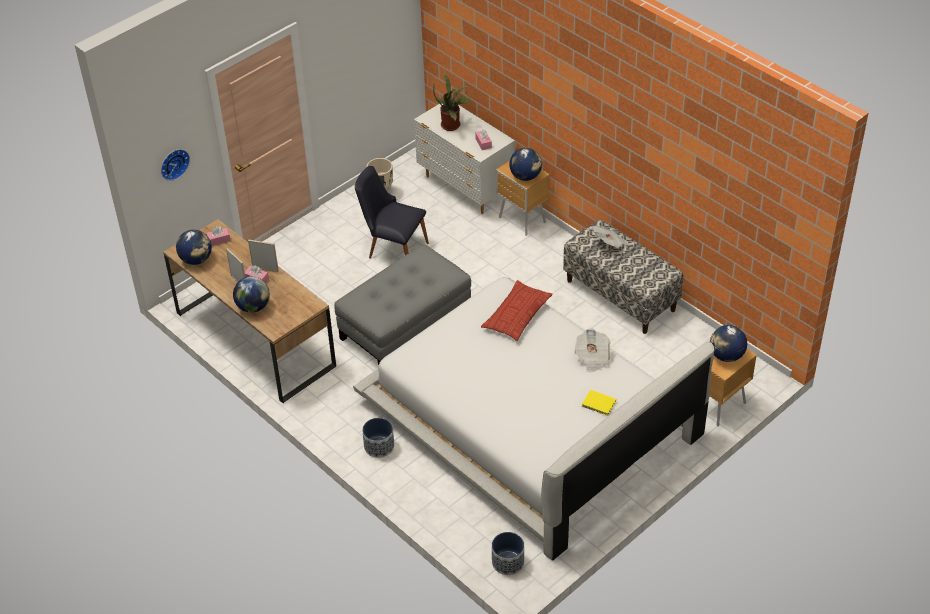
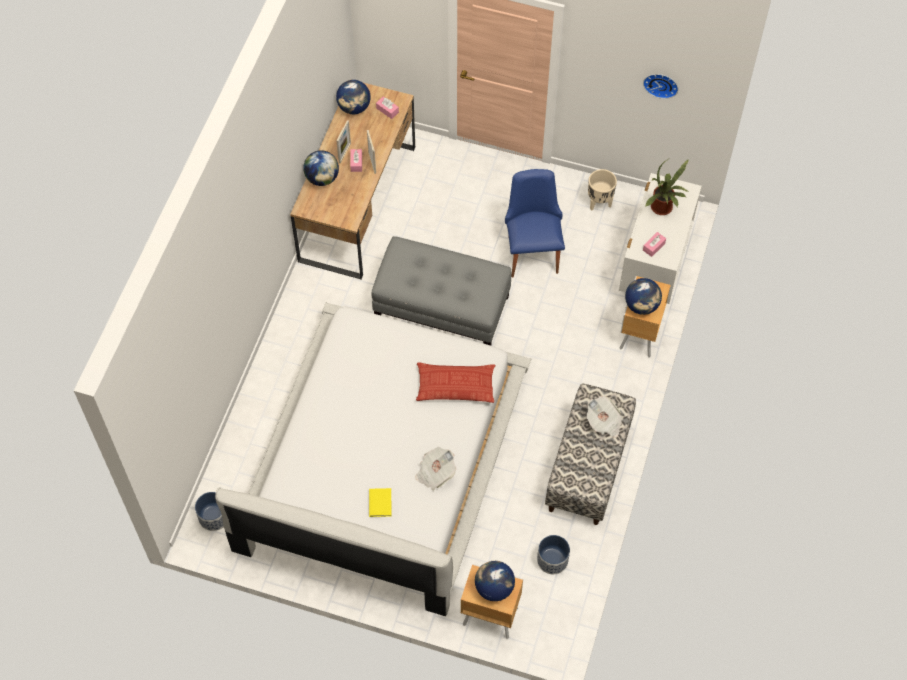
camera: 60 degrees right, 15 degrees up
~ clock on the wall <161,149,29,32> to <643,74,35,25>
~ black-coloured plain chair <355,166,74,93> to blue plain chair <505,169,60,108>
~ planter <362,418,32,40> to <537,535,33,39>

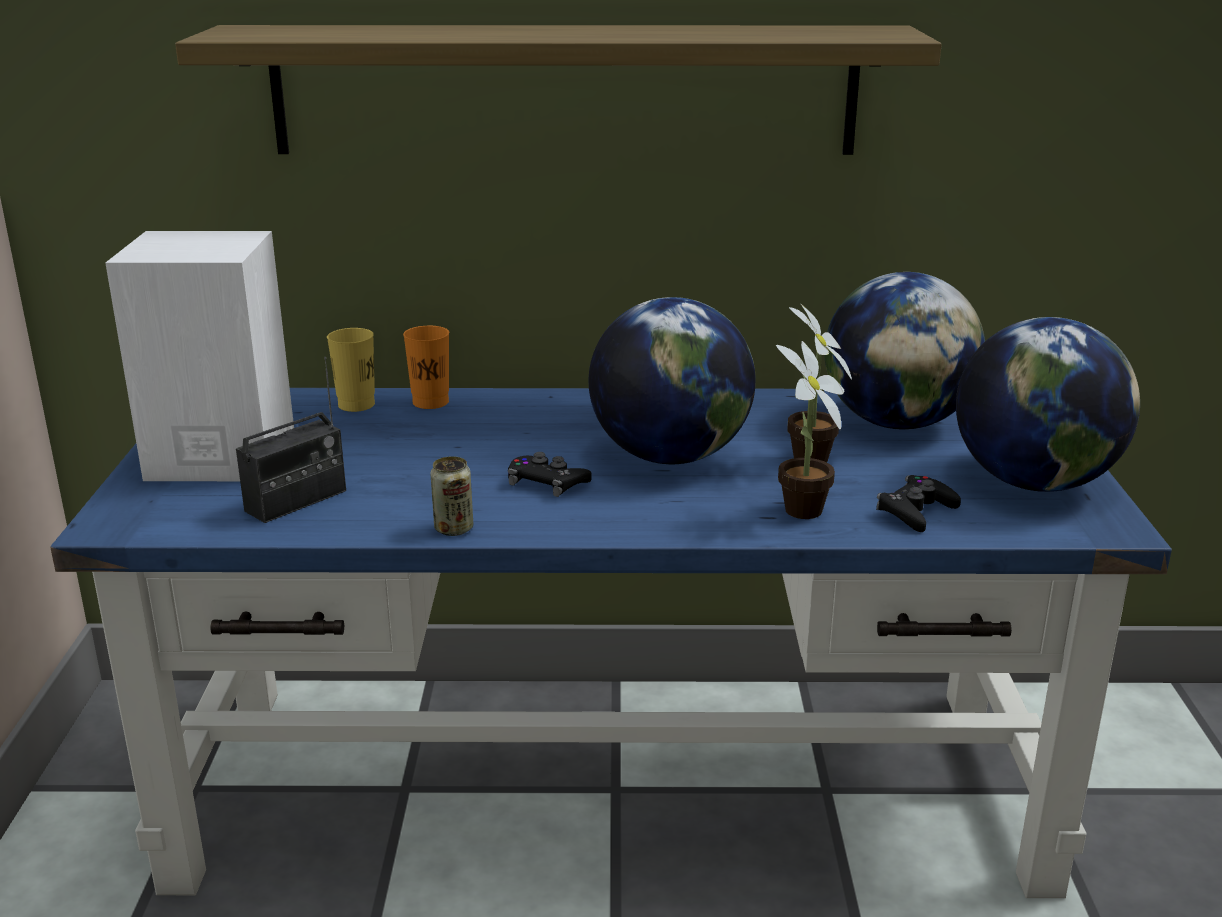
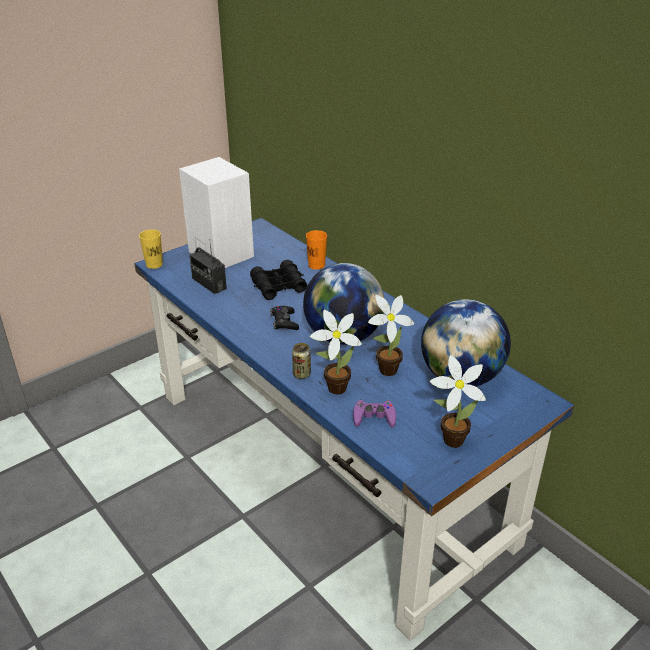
camera: 50 degrees right, 10 degrees up
- bracket shelf <175,25,767,130>
~ world globe <956,317,184,175> to potted plant <430,355,56,93>
~ yellow-coloured drinking cup <327,328,48,84> to <139,230,24,39>
~ radio receiver <236,357,110,166> = <189,244,38,50> 45 degrees clockwise
~ sealed can <431,456,42,80> to <292,343,19,36>
~ black-coloured game controller <876,475,85,57> to purplish game controller <353,399,43,29>
+ black-coloured field glasses <250,260,57,40>

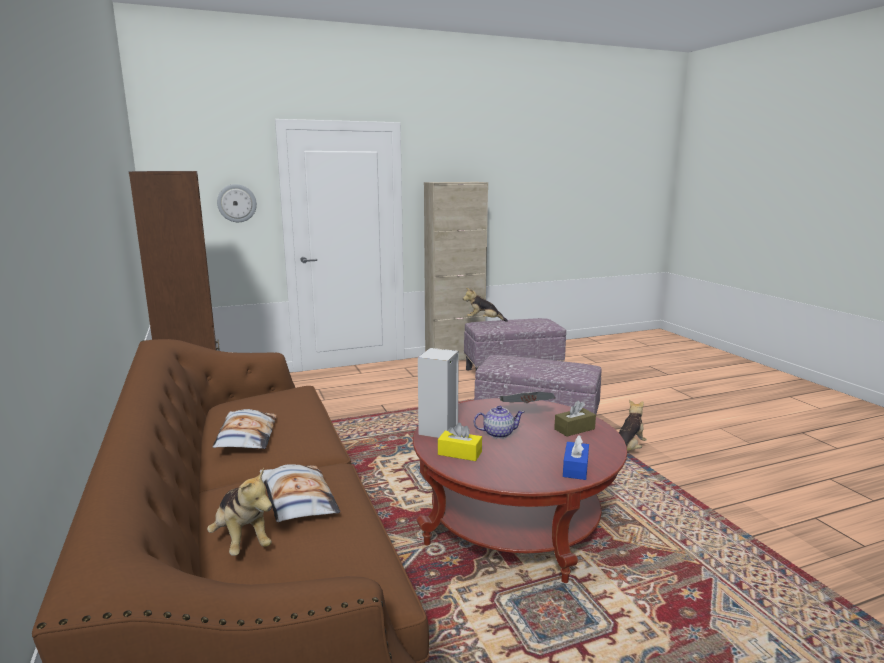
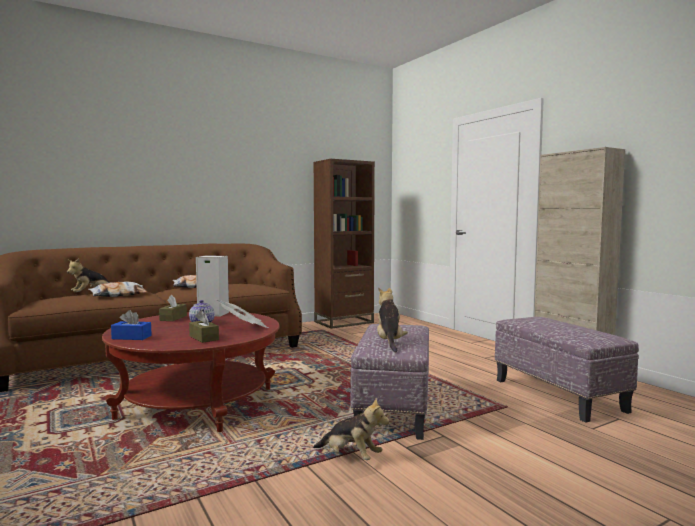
camera: 80 degrees right, 10 degrees down
- clock on the wall <217,184,40,38>
~ cuddly toy <463,288,45,34> to <377,287,31,65>
~ yellow-coloured tissue holder <438,422,44,39> to brown tissue holder <159,295,28,26>

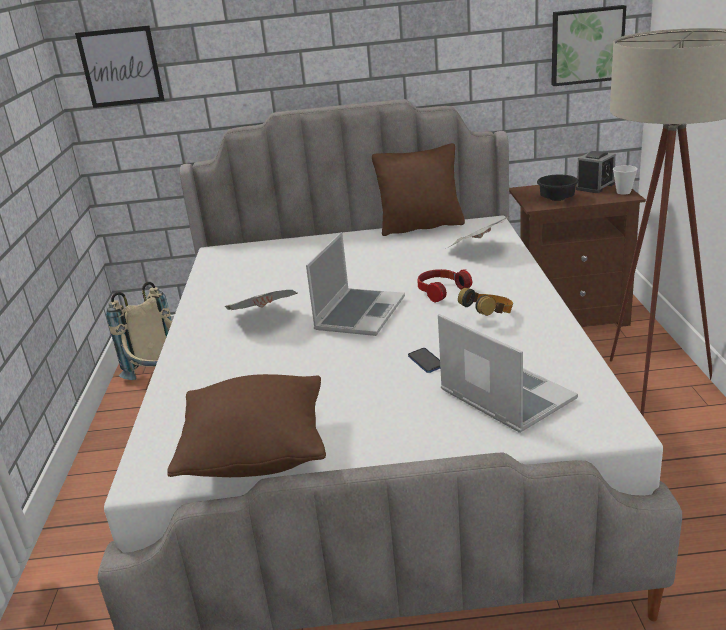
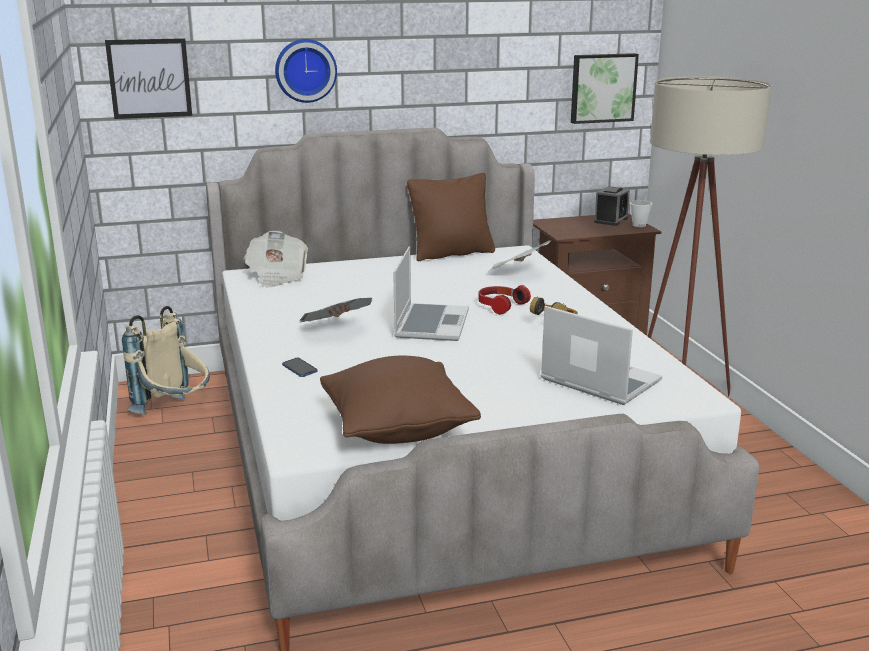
camera: 15 degrees left, 5 degrees down
- black-coloured bowl <537,175,42,26>
~ telephone <408,348,32,25> to <282,358,35,19>
+ clock on the wall <275,39,62,64>
+ printed paper <244,231,64,56>

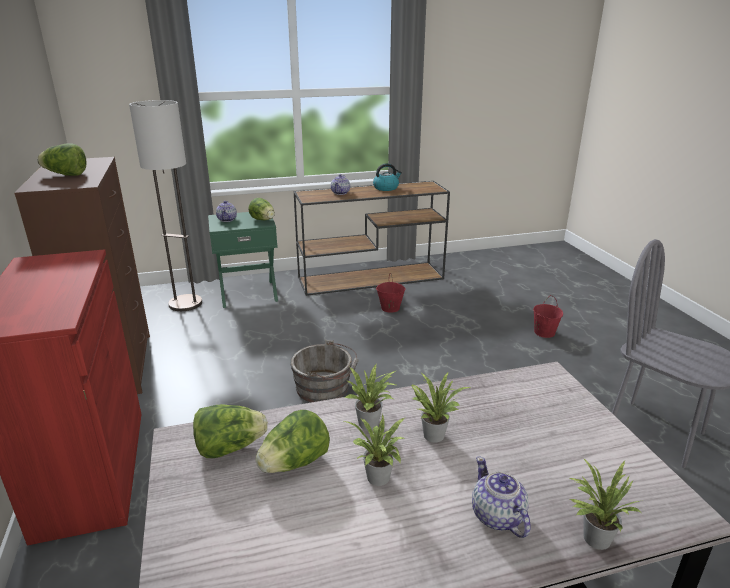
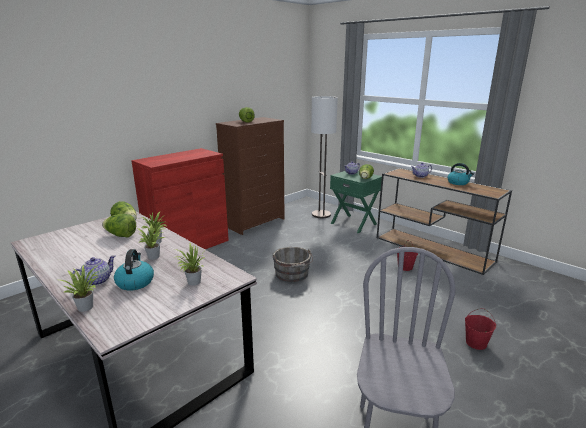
camera: 60 degrees right, 5 degrees down
~ potted plant <344,413,61,73> to <175,243,31,43>
+ tea kettle <114,249,40,42>

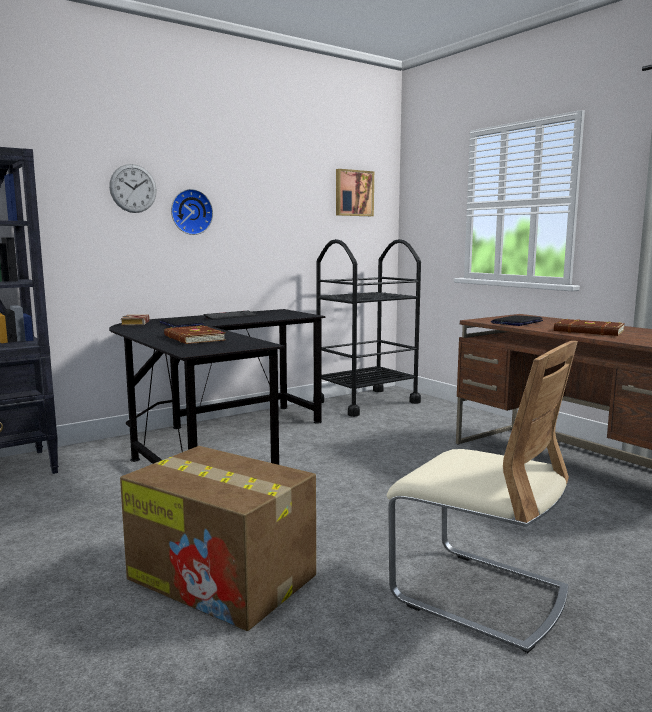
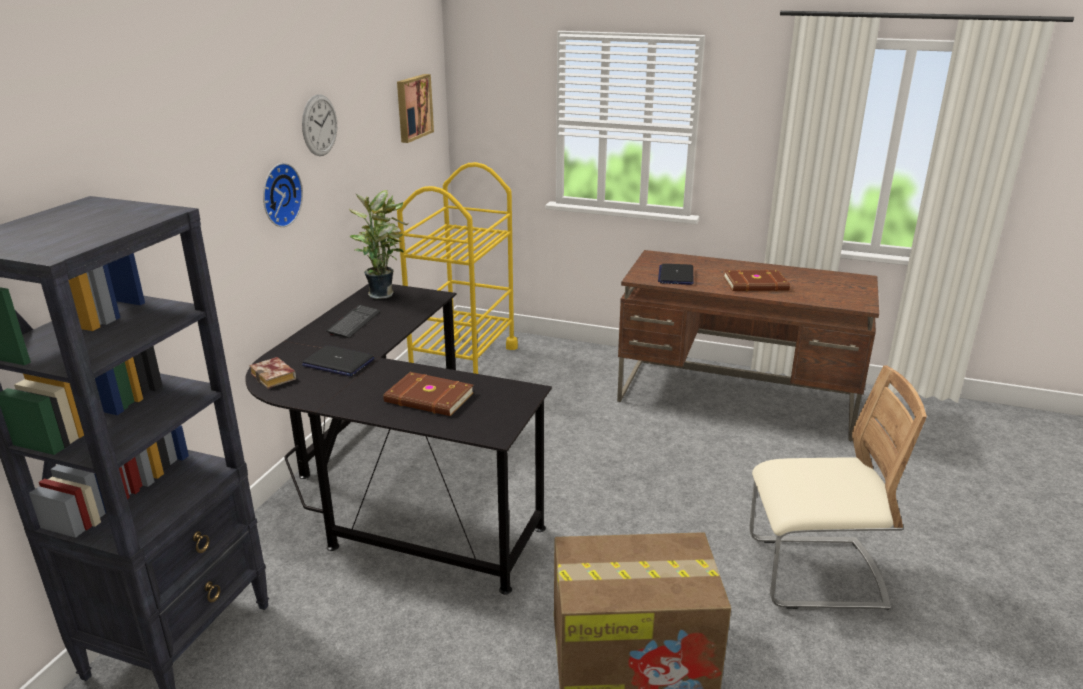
camera: 35 degrees left, 15 degrees up
~ clock on the wall <109,164,48,49> to <302,94,35,62>
~ black-coloured wheeled cart <313,239,108,178> to yellow-coloured wheeled cart <397,162,121,212>
+ potted plant <349,190,60,109>

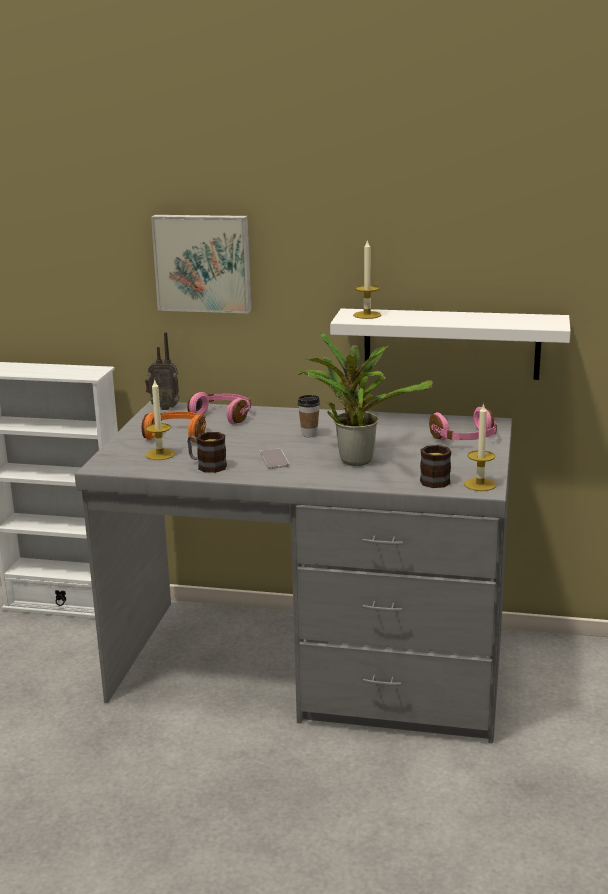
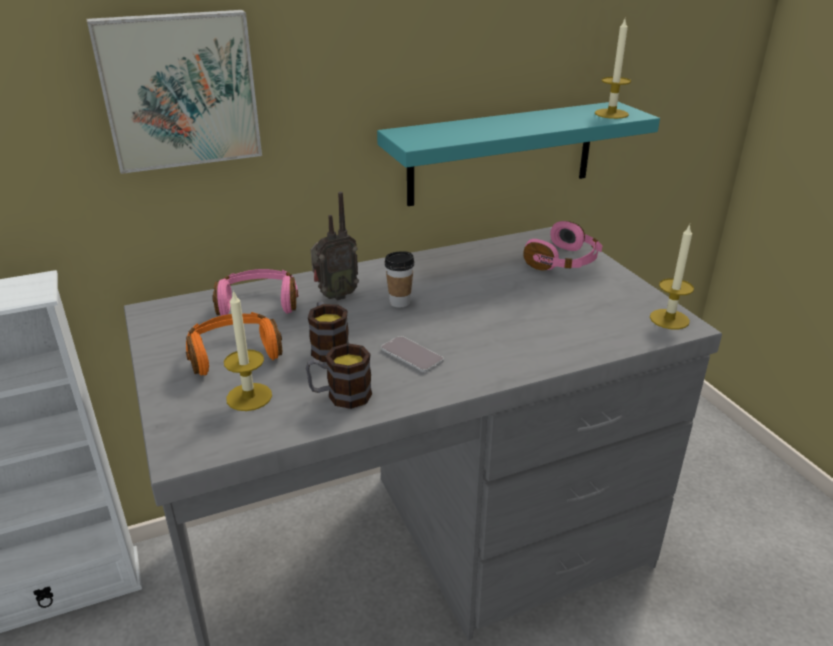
camera: 35 degrees left, 10 degrees up
~ wax candle <353,239,28,80> to <595,19,36,100>
~ white bracket shelf <330,309,241,71> to turquoise-coloured bracket shelf <377,102,283,104>
~ radio receiver <145,332,35,78> to <311,192,48,109>
- potted plant <297,332,136,134>
~ mug <420,444,31,44> to <308,301,41,61>

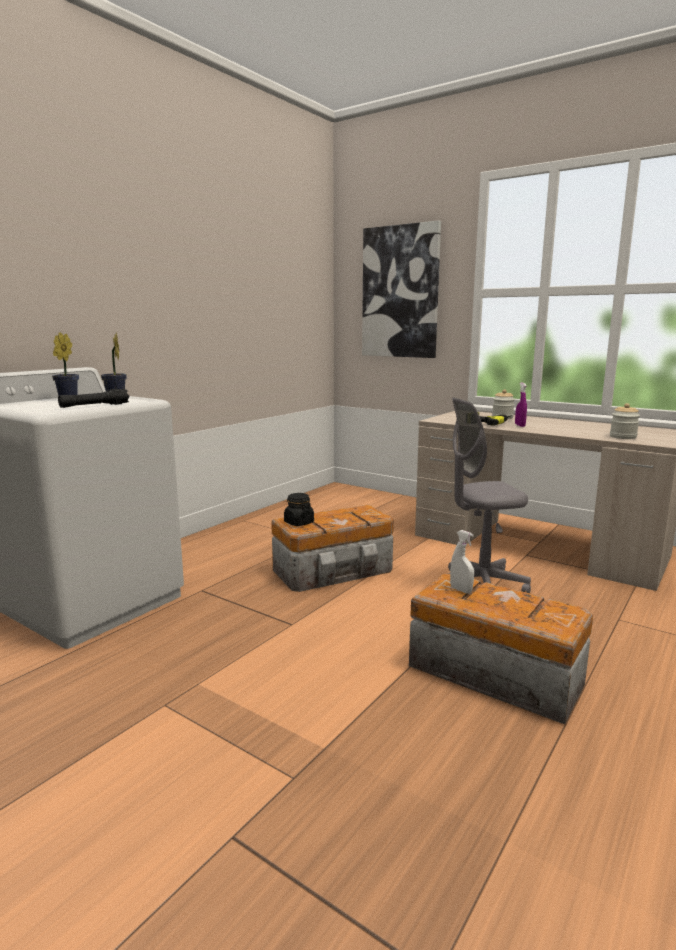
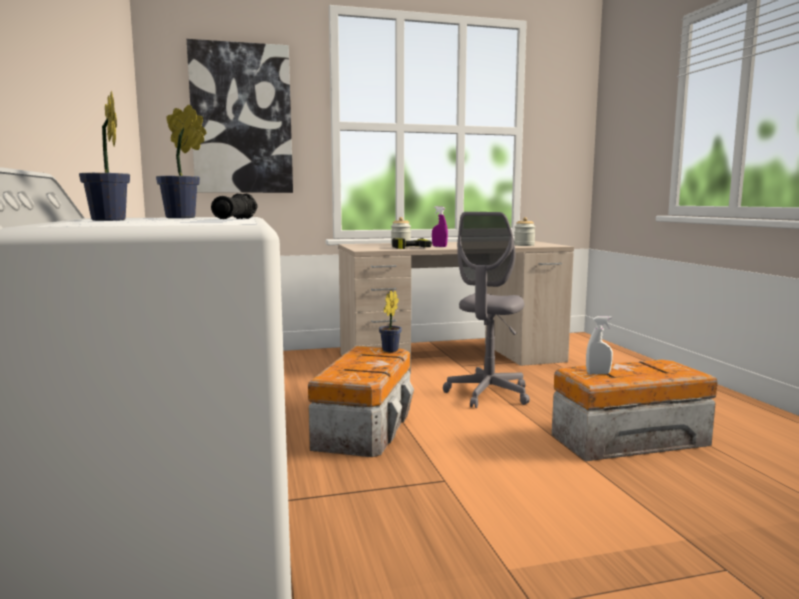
camera: 50 degrees left, 5 degrees down
- black-coloured jar <284,493,30,33>
+ potted plant <379,291,23,61>

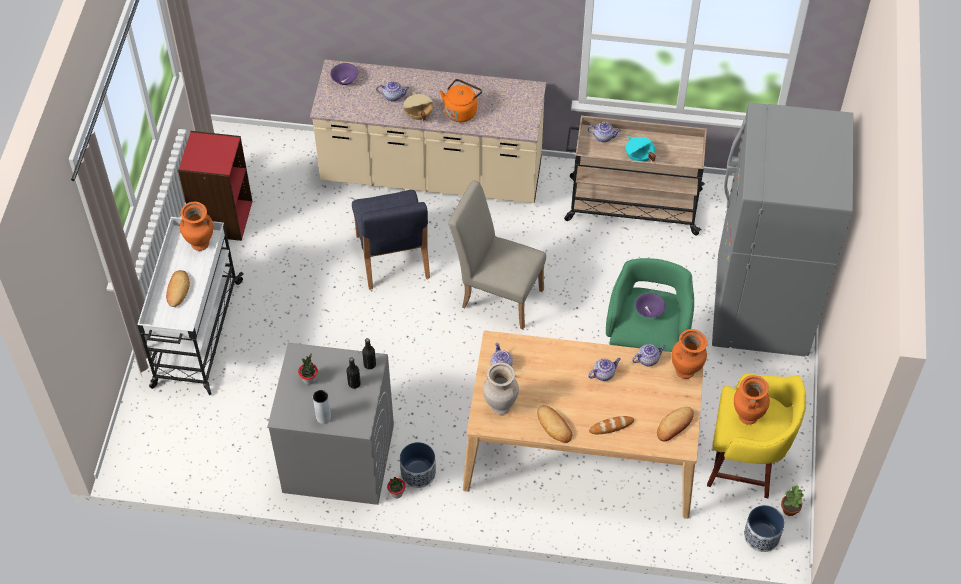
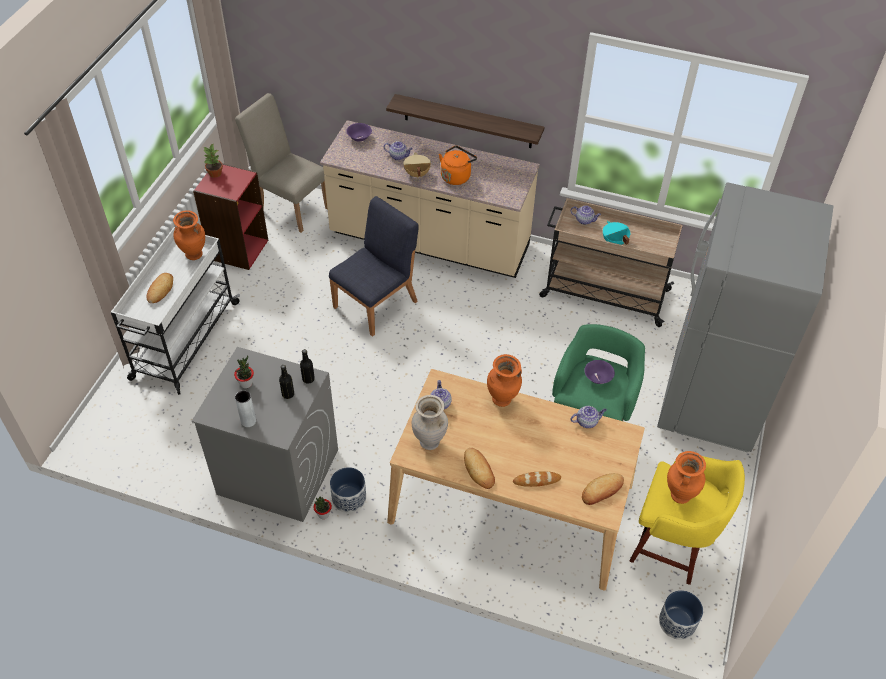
camera: 10 degrees right, 5 degrees down
~ sand-coloured plain chair <448,181,98,148> to <235,93,92,139>
~ blue plain chair <352,190,78,100> = <329,196,90,141> 135 degrees counterclockwise
~ orangey vase <671,329,36,50> to <487,354,35,53>
- teapot <588,358,33,23>
~ potted plant <781,485,23,31> to <203,144,20,34>
+ bracket shelf <386,94,159,54>

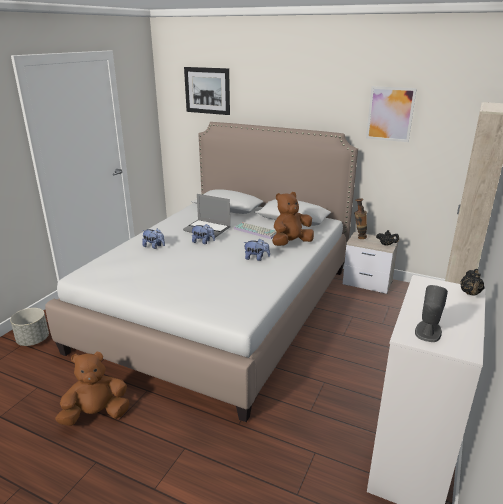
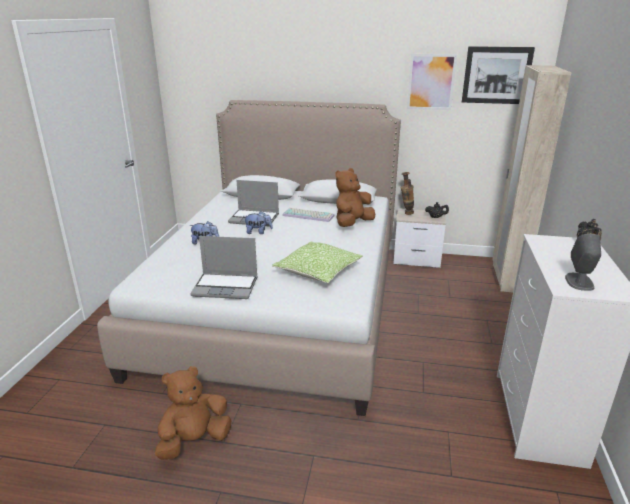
camera: 15 degrees left, 0 degrees up
~ wall art <184,67,46,48> to <462,46,73,58>
- cuddly toy <243,239,27,22>
- gray planter <10,308,39,38>
+ notebook computer <190,236,68,63>
+ pillow <272,242,91,41>

